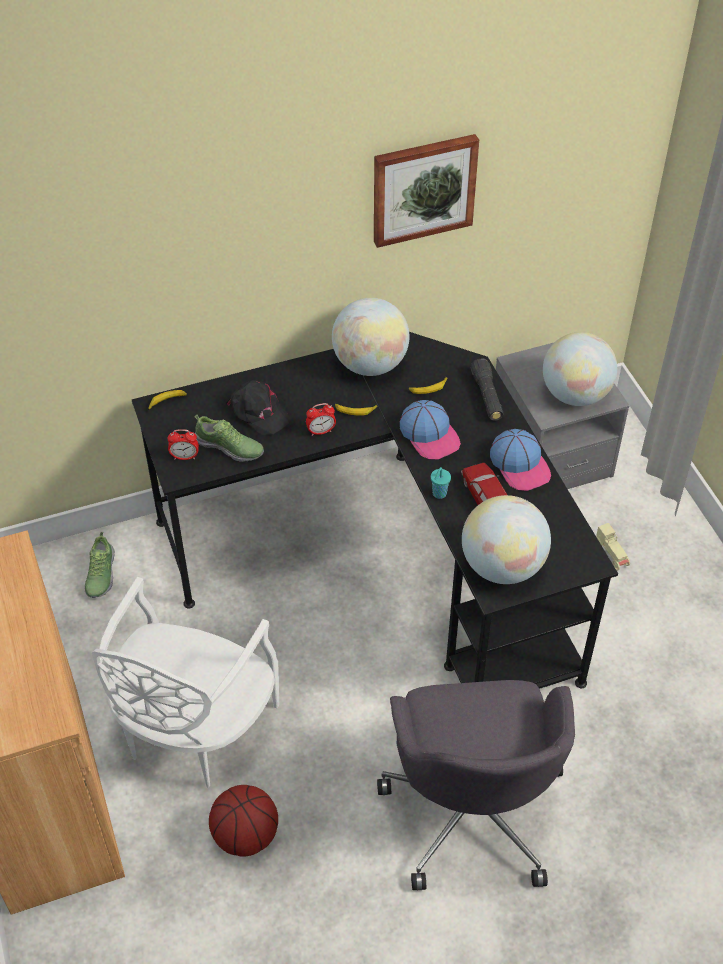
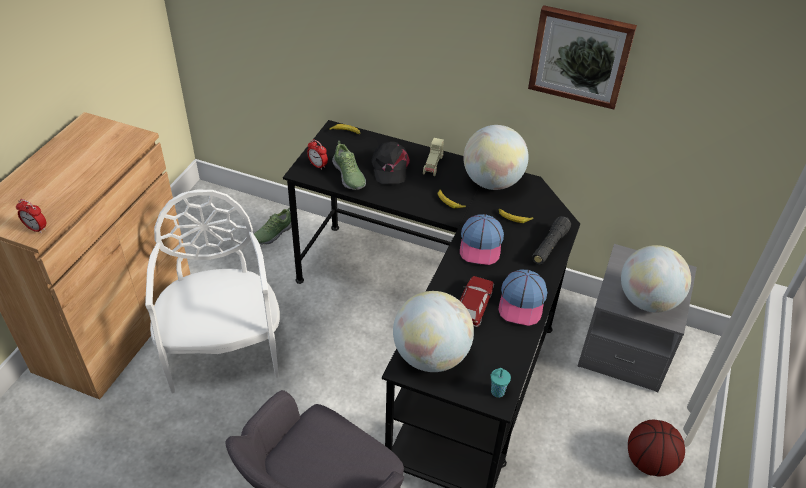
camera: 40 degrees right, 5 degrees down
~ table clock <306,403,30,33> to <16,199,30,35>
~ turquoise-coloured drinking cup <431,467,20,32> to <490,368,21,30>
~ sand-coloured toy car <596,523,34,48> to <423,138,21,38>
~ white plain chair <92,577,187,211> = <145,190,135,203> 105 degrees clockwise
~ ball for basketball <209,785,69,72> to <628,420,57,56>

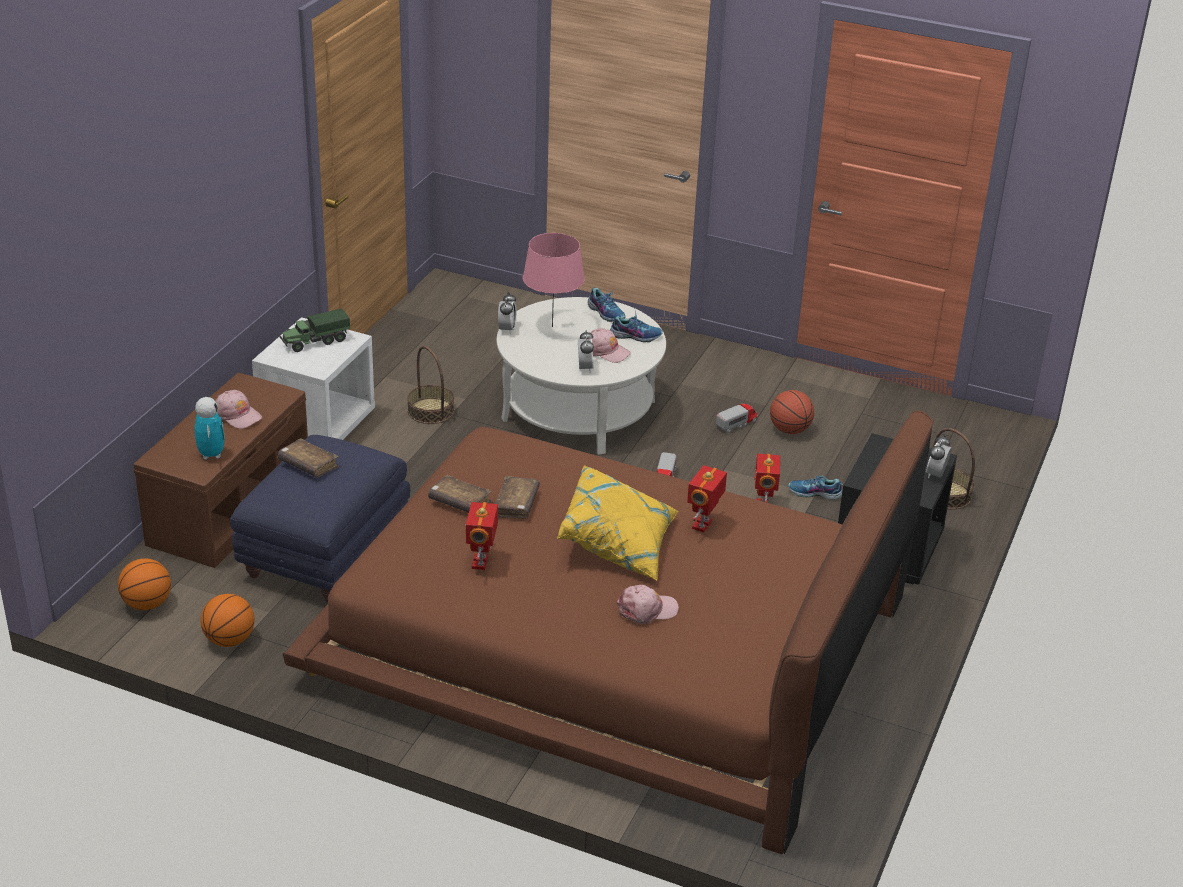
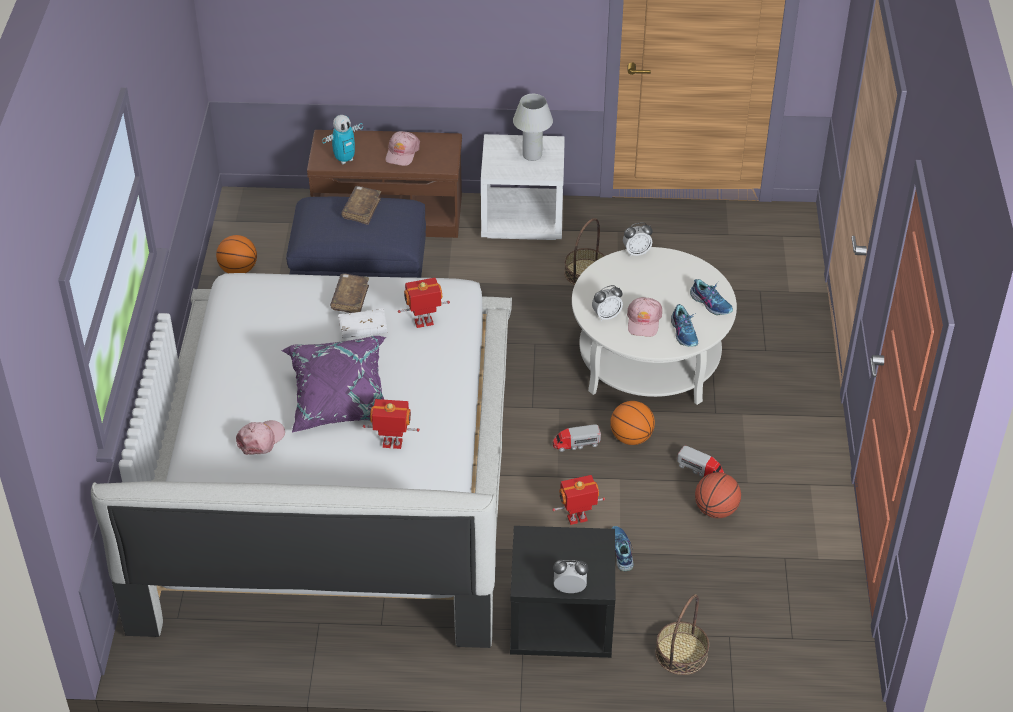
camera: 70 degrees right, 10 degrees up
- pinkish tabletop lamp <523,233,62,94>
~ item of footwear <588,288,38,34> = <690,279,43,36> 75 degrees counterclockwise
~ model truck <280,308,70,44> to white tabletop lamp <513,94,40,67>
~ brown sleeping bed <283,410,650,444> to white sleeping bed <91,273,421,375>
~ yellow-coloured pillow <557,466,121,115> to purplish pillow <281,336,105,97>
~ brown volume <494,476,46,42> to white volume <338,308,50,31>
~ model robot <466,502,32,68> to <398,278,52,50>
~ ball for basketball <118,558,53,52> to <610,401,45,44>
~ pinkish cap <617,585,62,39> = <236,420,49,35> 105 degrees counterclockwise

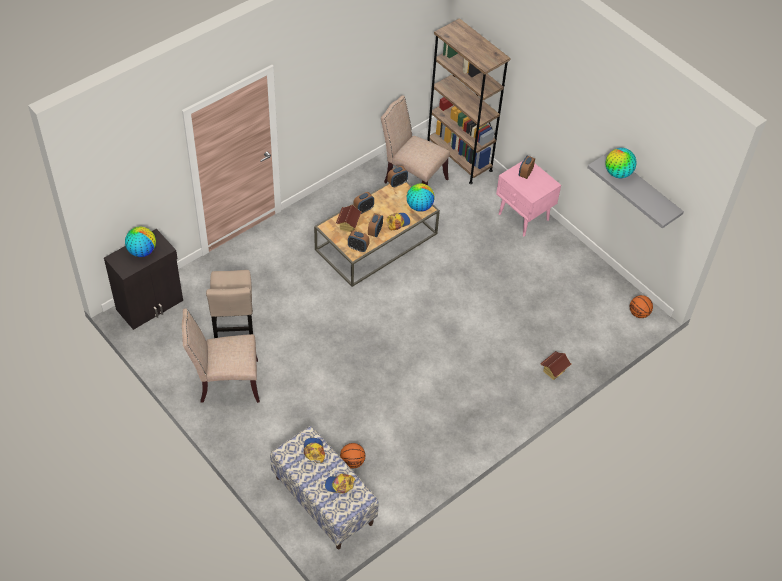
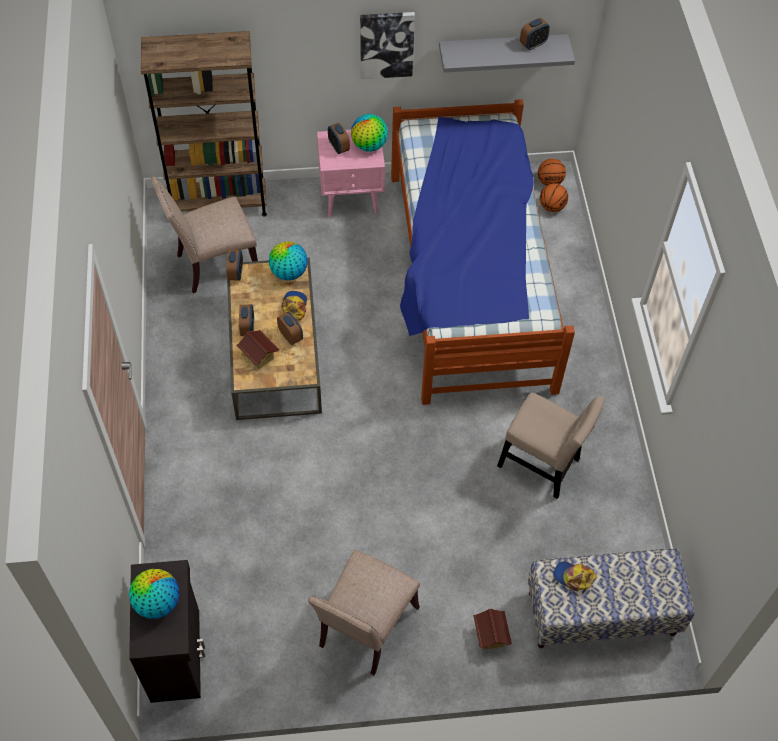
camera: 55 degrees left, 5 degrees up
~ world globe <606,148,31,30> to <351,114,37,38>
~ table clock <348,231,21,21> to <520,18,30,32>
~ sand-coloured plain chair <206,270,47,68> to <497,393,108,106>
~ toy house <540,351,31,29> to <473,609,39,41>
~ ball for basketball <340,443,25,26> to <540,183,28,29>
- cap <325,474,30,20>
+ wall art <360,12,55,67>
+ sleeping bed <391,99,184,306>

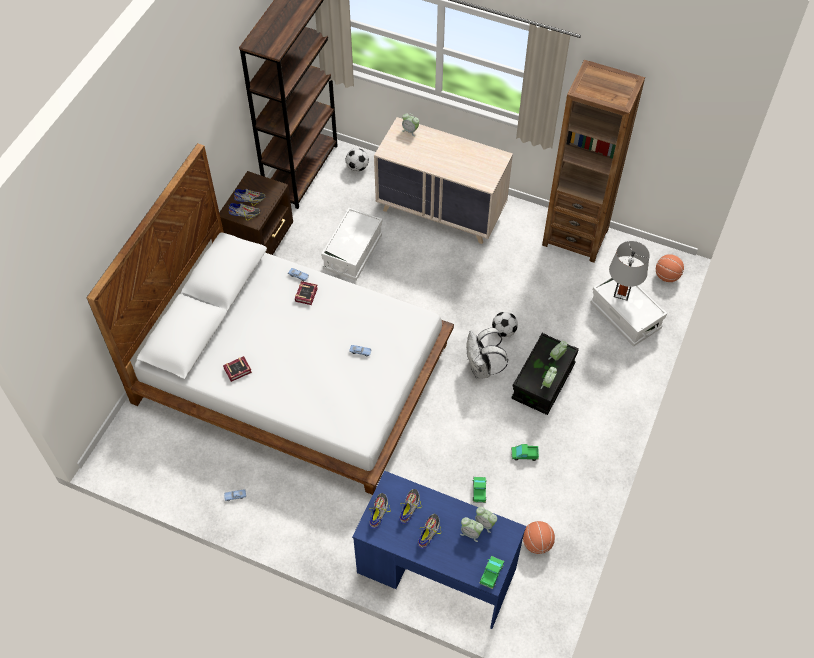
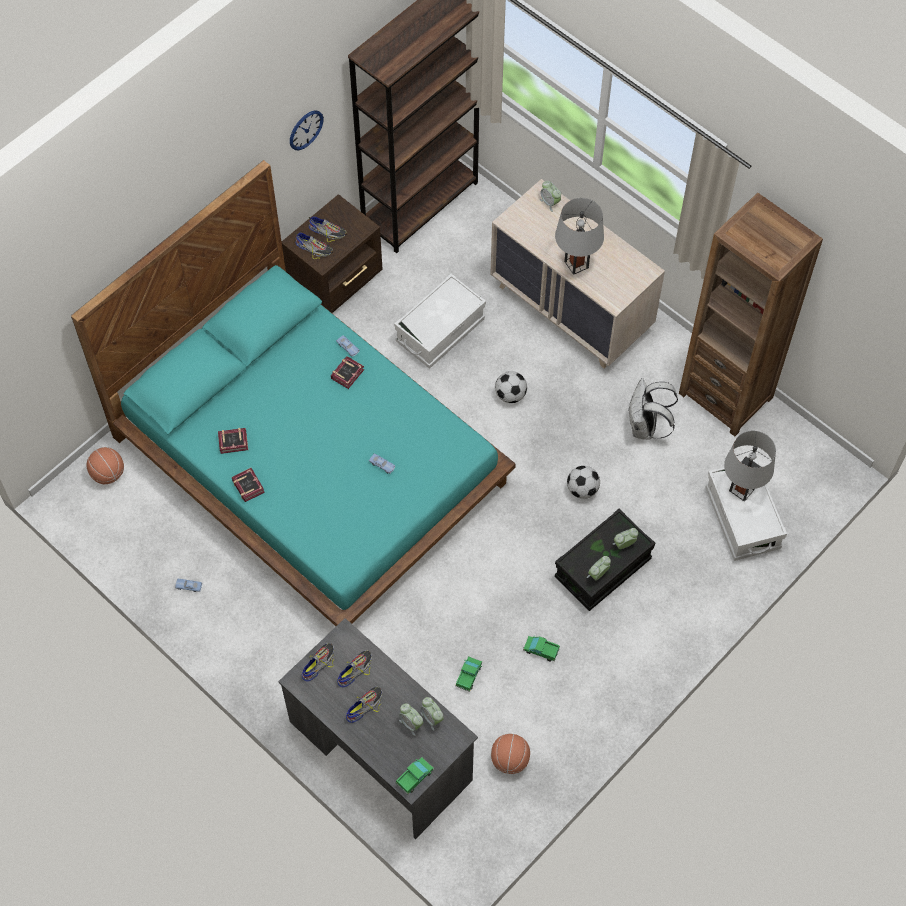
camera: 20 degrees right, 5 degrees up
~ white sleeping bed <87,143,367,352> to turquoise-coloured sleeping bed <71,160,445,466>
~ football <346,148,23,24> to <495,371,32,32>
~ ball for basketball <656,254,28,28> to <87,447,37,37>
~ white backpack <466,328,42,51> to <628,378,50,62>
~ blue desk <352,471,174,158> to gray desk <278,618,200,221>
+ clock on the wall <290,110,34,40>
+ gray tabletop lamp <555,198,49,77>
+ volume <232,468,33,34>

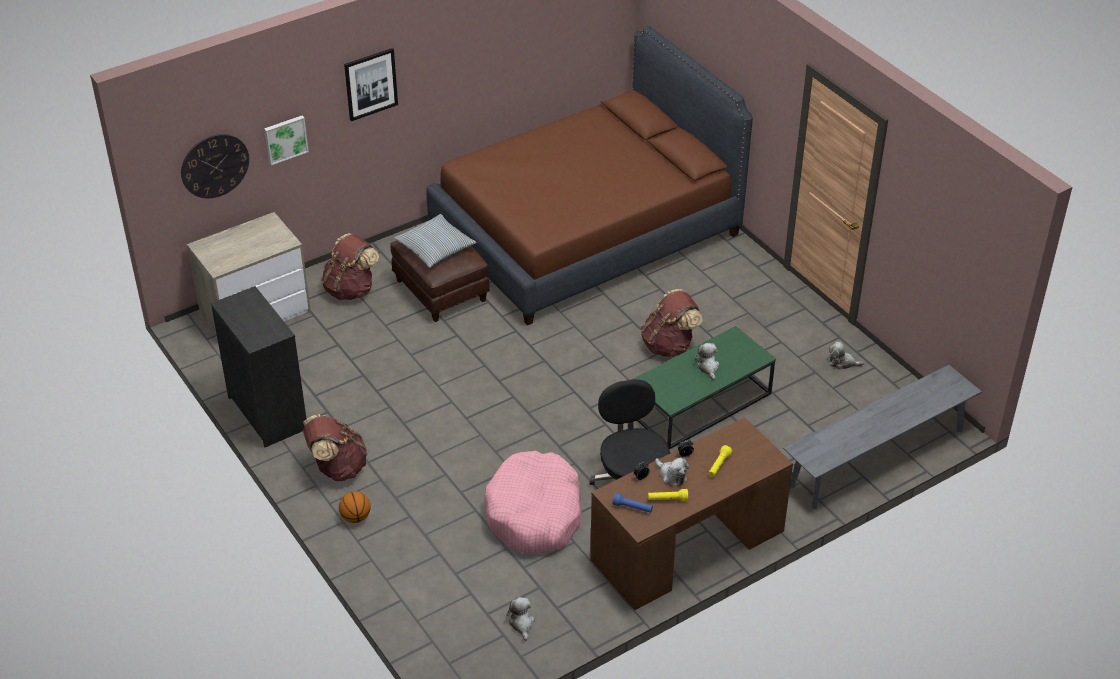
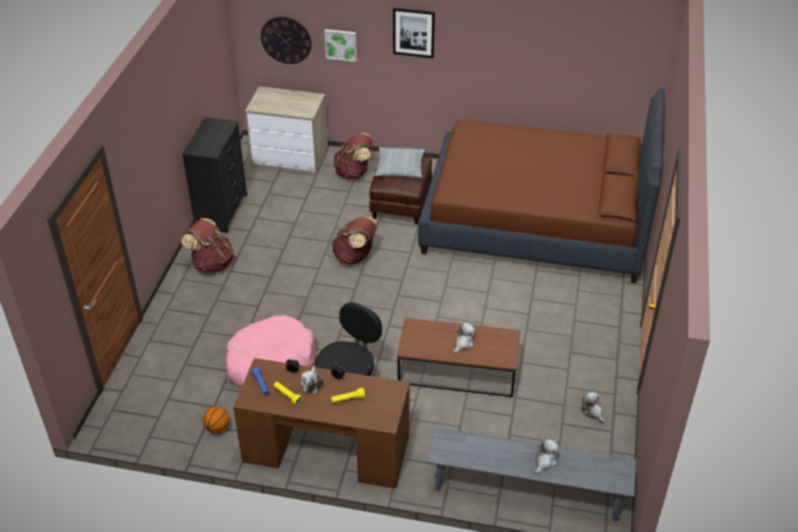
camera: 45 degrees right, 0 degrees up
~ brown backpack <640,289,62,68> to <331,216,47,49>
~ greenish low table <633,326,143,124> to brown low table <397,318,123,79>
~ ball for basketball <339,491,32,32> to <203,406,27,27>
~ cuddly toy <506,597,29,44> to <535,438,24,36>

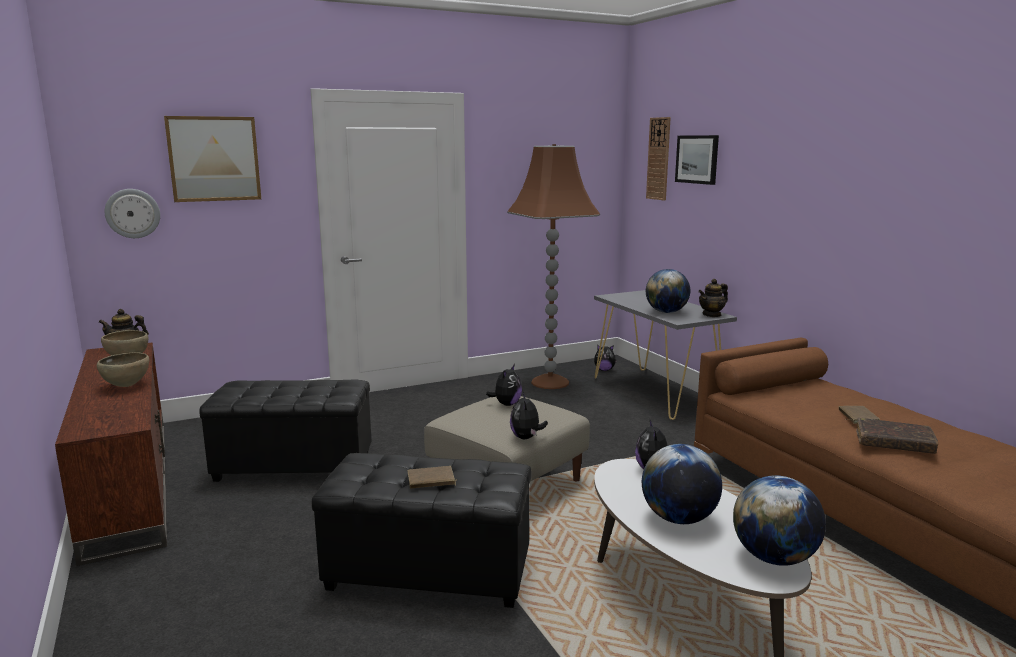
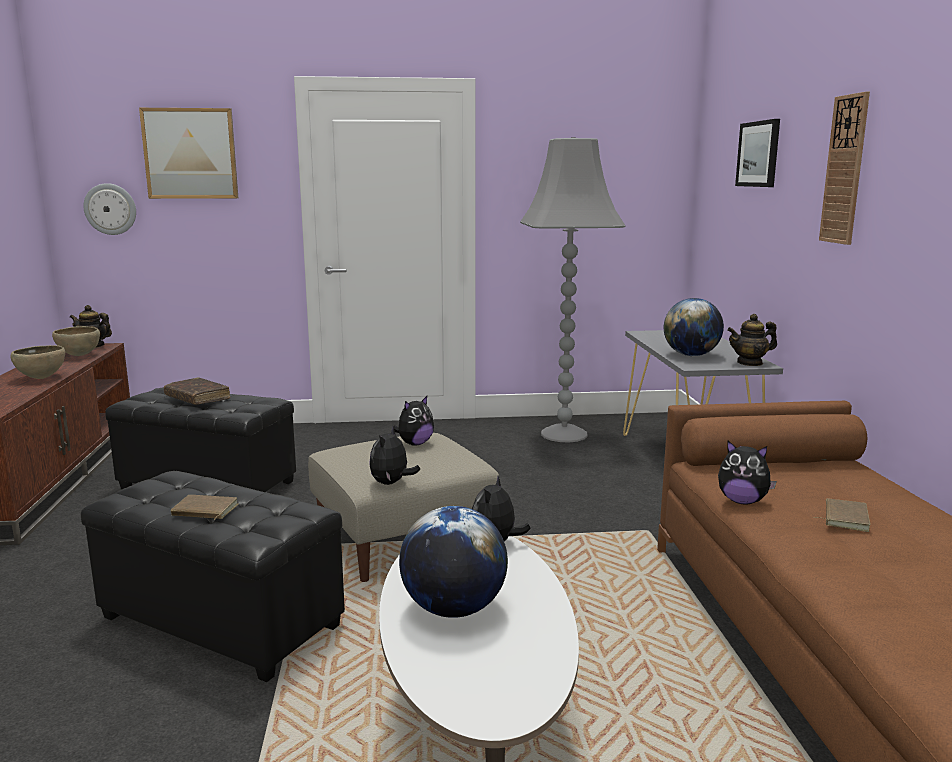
camera: 20 degrees right, 0 degrees up
~ clock on the wall <646,117,25,83> to <819,92,51,153>
~ brown standing lamp <507,144,93,245> to gray standing lamp <520,137,105,305>
~ cuddly toy <594,345,23,26> to <718,441,59,64>
~ brown volume <856,418,82,36> to <164,378,66,27>
- world globe <733,475,93,91>

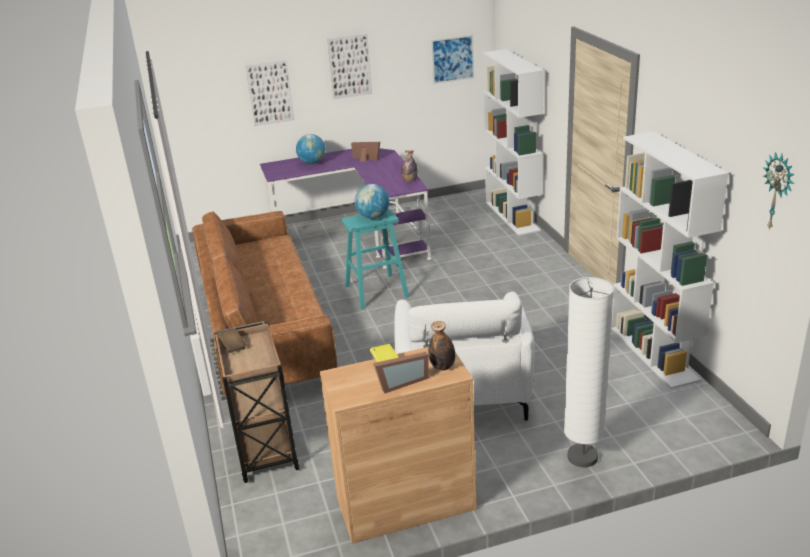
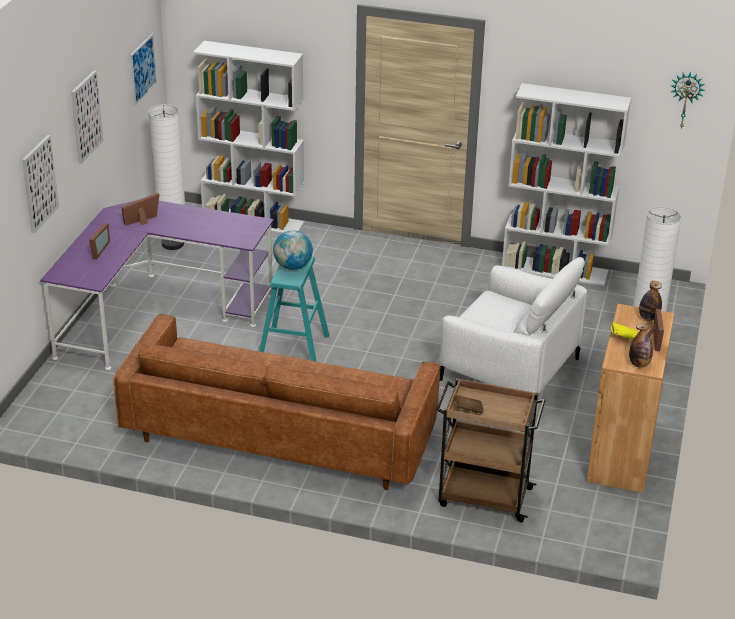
camera: 60 degrees left, 5 degrees up
~ world globe <296,134,30,30> to picture frame <89,223,21,36>
~ bottle <402,150,16,32> to <629,324,24,43>
+ white standing lamp <148,104,37,146>

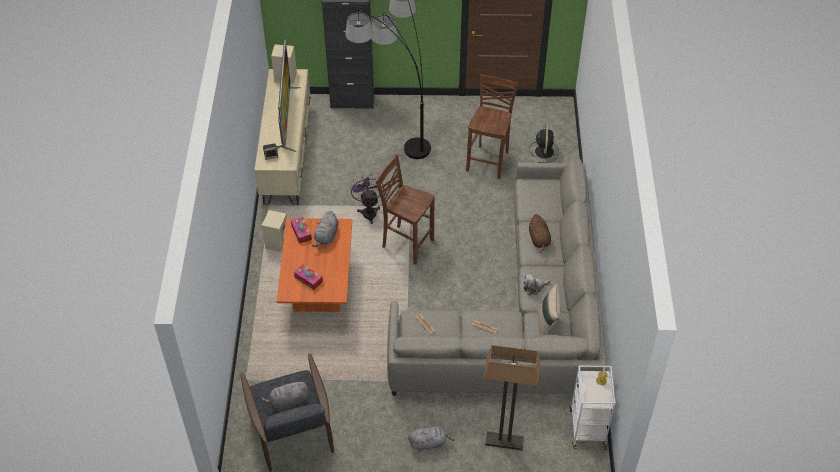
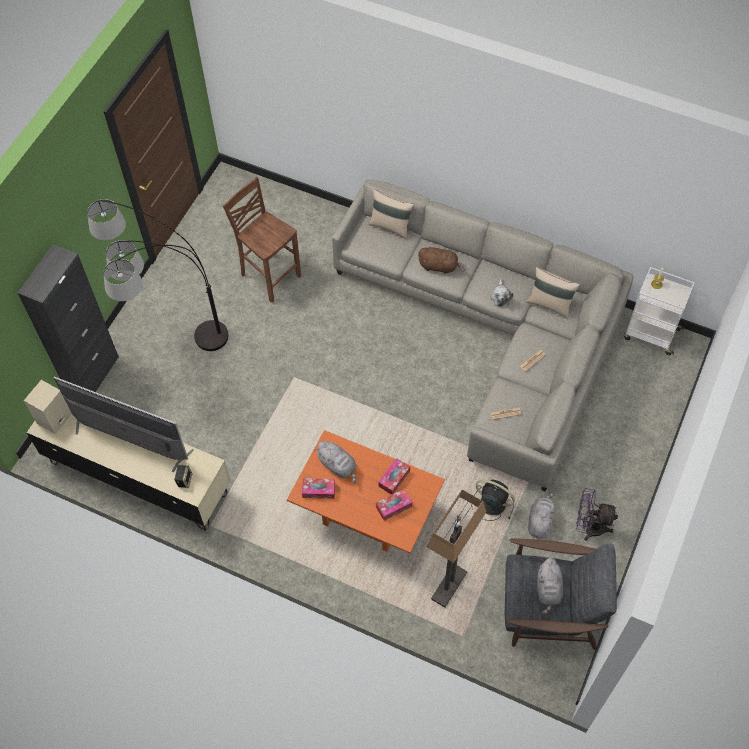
camera: 65 degrees left, 10 degrees up
~ black-coloured cooling fan <529,124,30,39> to <472,480,43,41>
- brown stool <376,154,59,111>
~ purplish cooling fan <350,175,34,49> to <576,488,42,53>
- sand-coloured speaker <262,210,25,42>
~ standing lamp <484,345,56,105> to <426,489,60,119>
~ gray cuddly toy <408,426,47,25> to <528,493,27,46>
+ sand-coloured pillow <368,189,46,50>
+ tissue holder <378,458,32,37>

